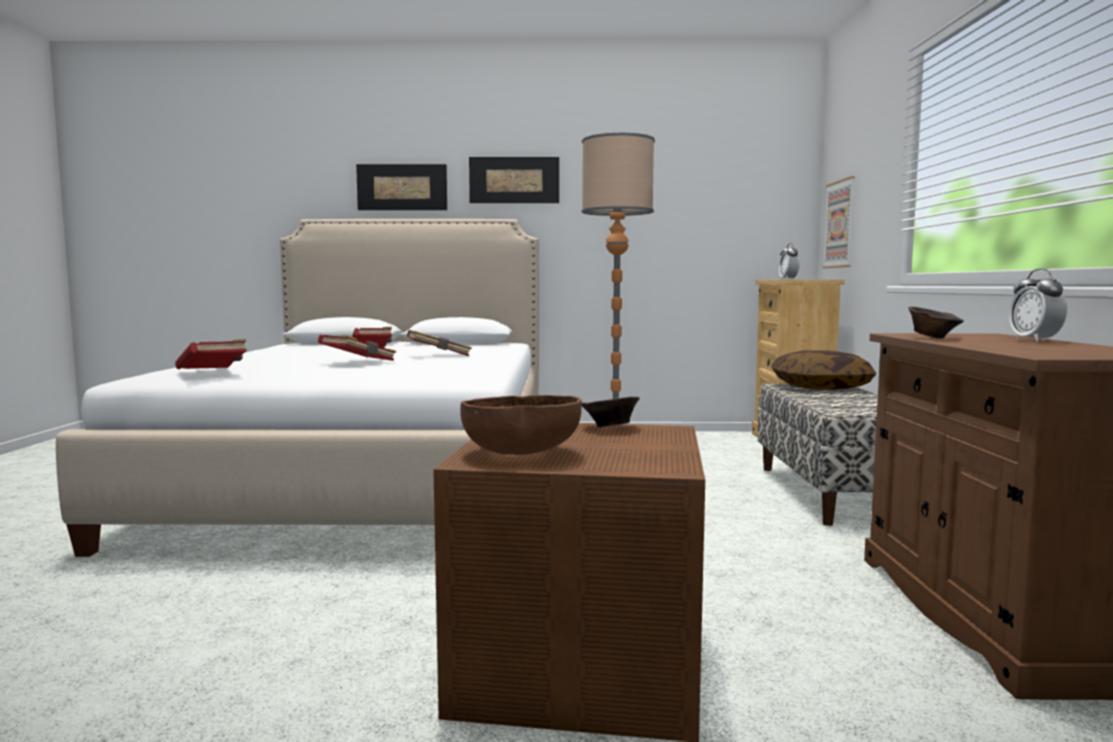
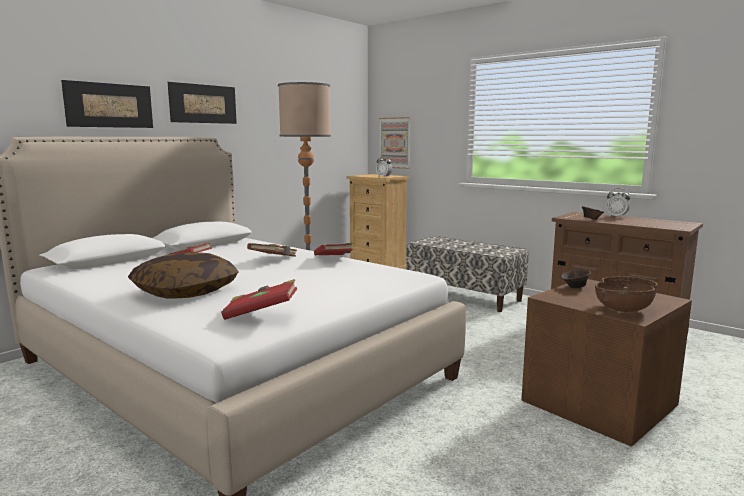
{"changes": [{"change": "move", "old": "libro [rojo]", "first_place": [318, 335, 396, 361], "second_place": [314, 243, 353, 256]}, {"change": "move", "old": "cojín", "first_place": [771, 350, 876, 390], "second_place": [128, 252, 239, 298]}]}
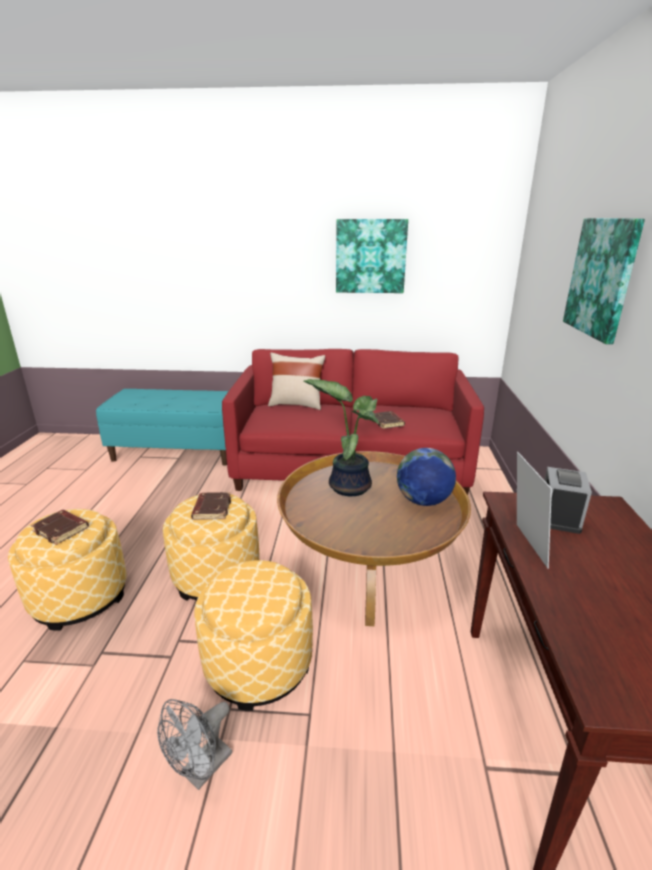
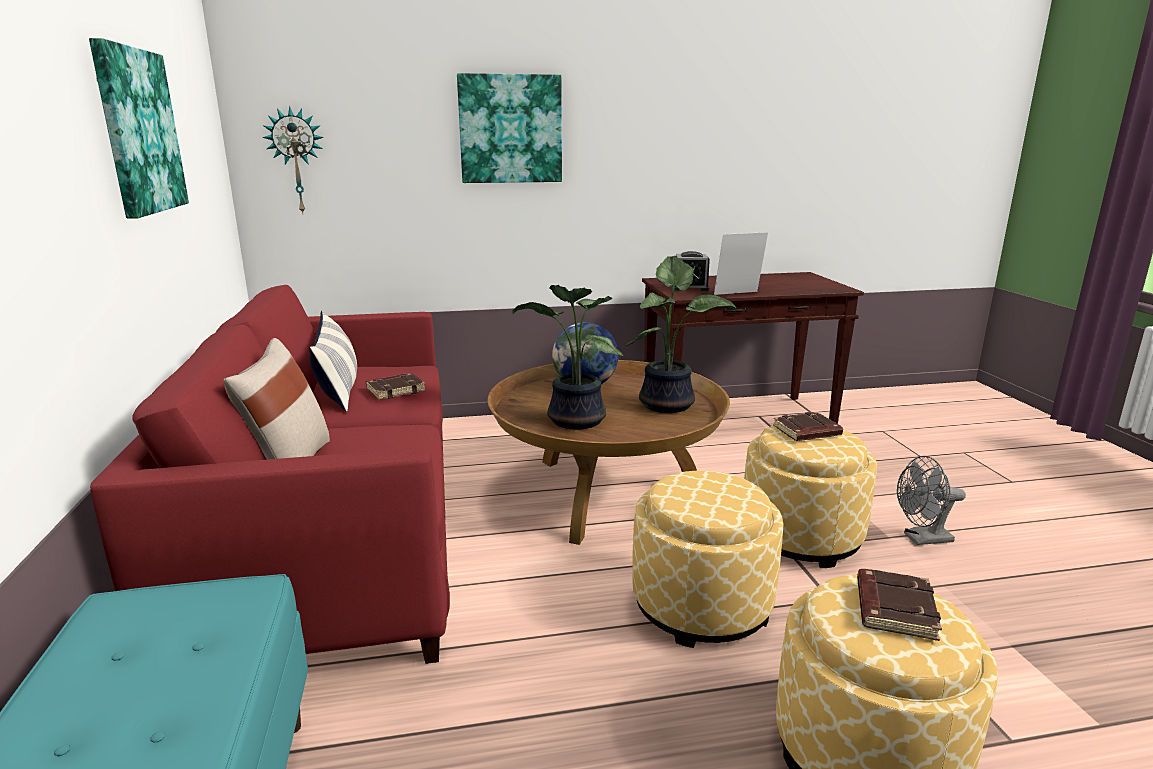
{"changes": [{"change": "move", "old": "libro [marrón]", "first_place": [191, 492, 231, 520], "second_place": [773, 412, 843, 441]}, {"change": "rotate", "old": "ventilador [gris]", "first_place": [157, 699, 232, 790], "second_place": [897, 456, 966, 545], "degrees": 150}, {"change": "insert", "new": "reloj de pared", "second_place": [262, 106, 324, 214]}, {"change": "insert", "new": "planta en maceta", "second_place": [626, 256, 737, 413]}, {"change": "insert", "new": "cojín", "second_place": [309, 311, 357, 412]}]}
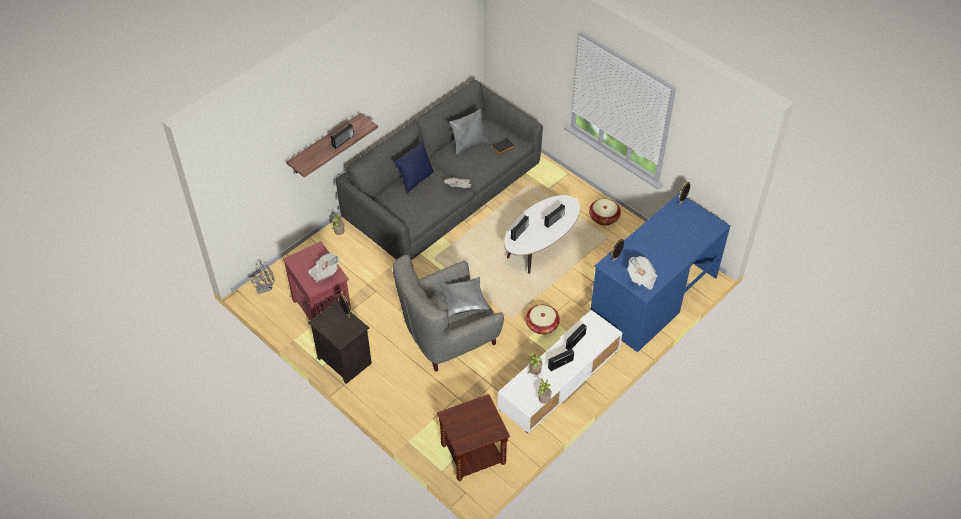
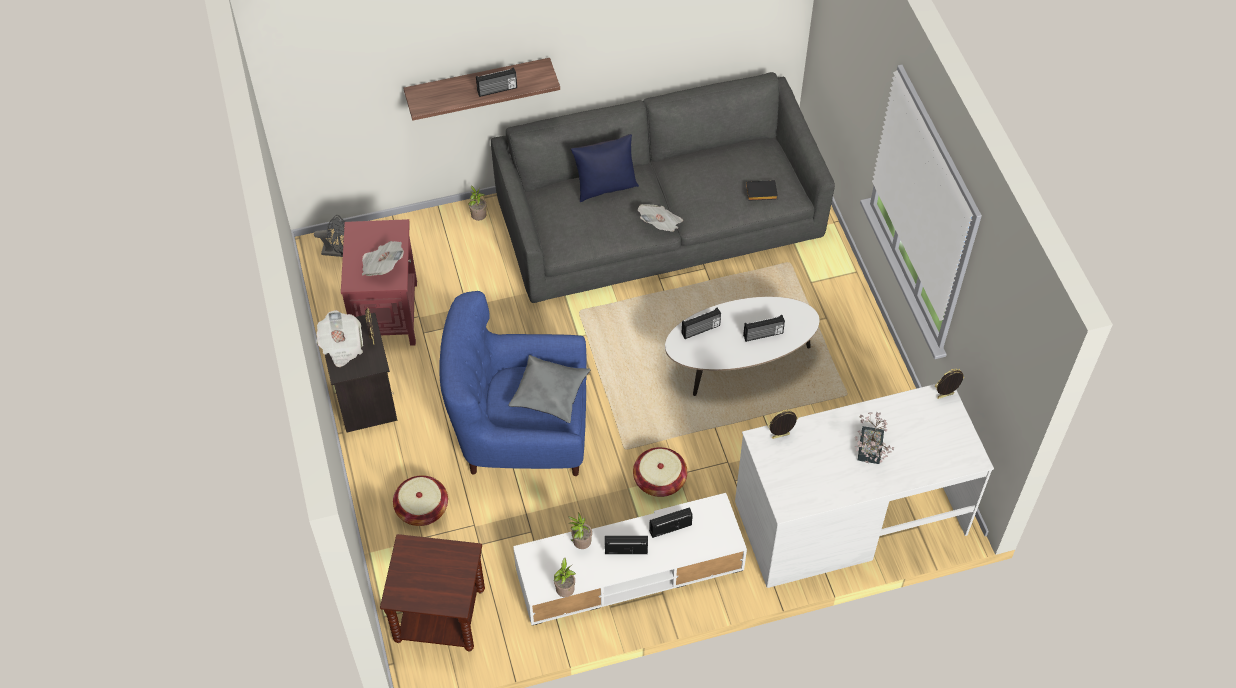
{"changes": [{"change": "delete", "old": "cojín [gris]", "first_place": [449, 109, 489, 155]}, {"change": "recolor", "old": "escritorio [azul]", "new": "escritorio [blanco]", "first_place": [590, 193, 731, 352], "second_place": [735, 384, 994, 588]}, {"change": "move", "old": "cesta", "first_place": [589, 199, 621, 226], "second_place": [393, 475, 448, 526]}, {"change": "recolor", "old": "sillón [gris]", "new": "sillón [azul]", "first_place": [393, 255, 504, 372], "second_place": [439, 291, 587, 476]}, {"change": "move", "old": "periódico", "first_place": [627, 256, 658, 290], "second_place": [316, 310, 363, 367]}, {"change": "insert", "new": "planta en maceta", "second_place": [855, 412, 894, 464]}]}
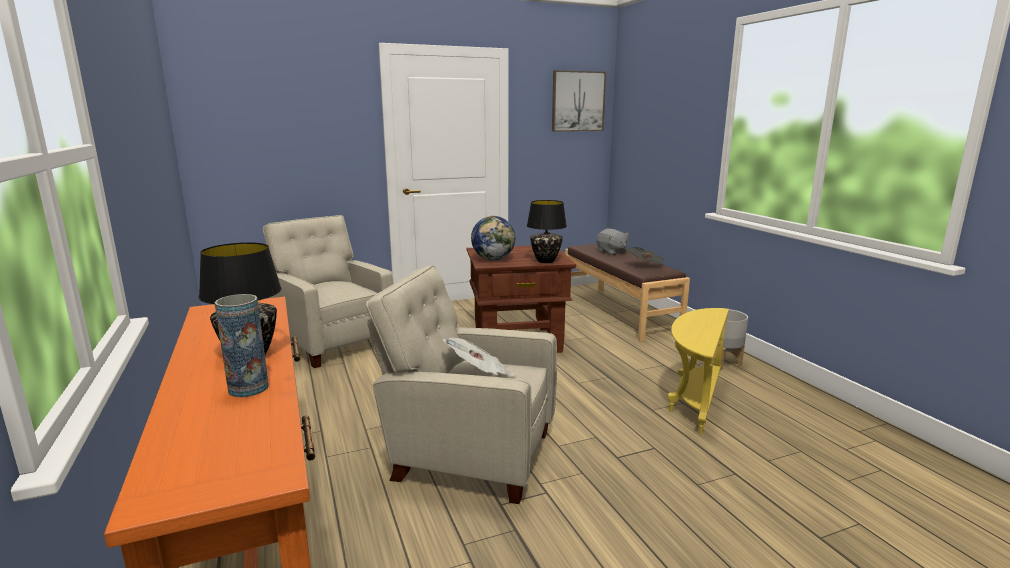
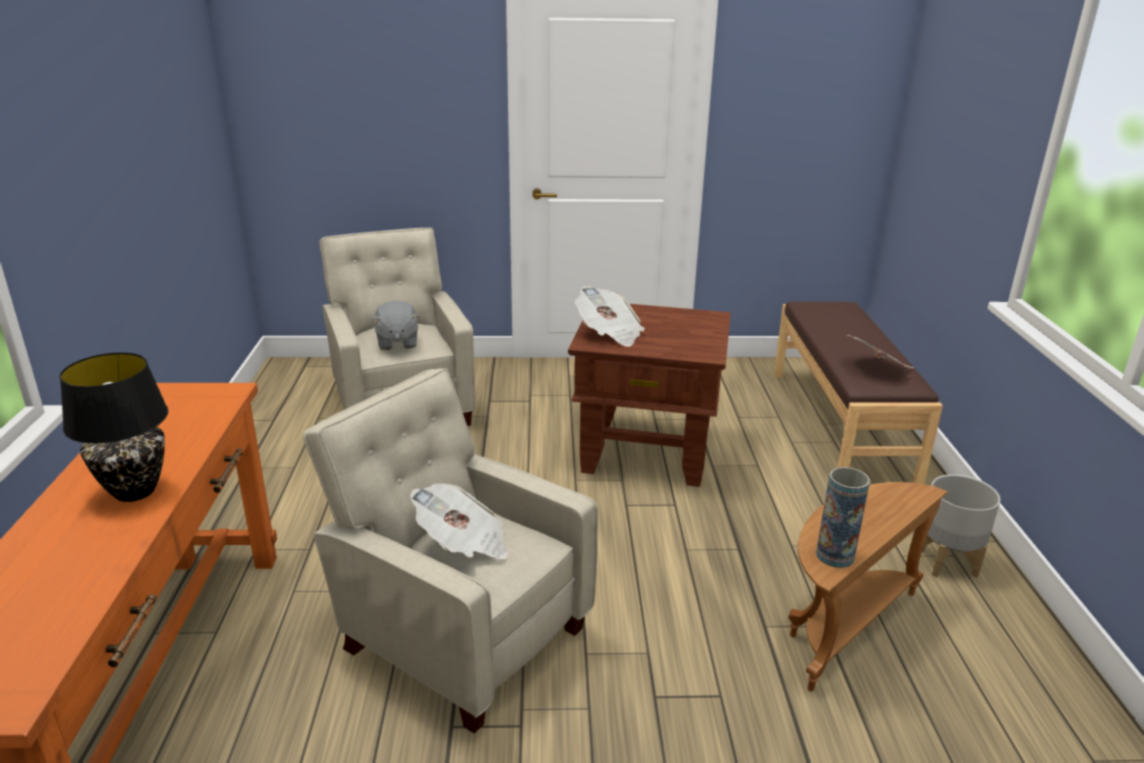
{"changes": [{"change": "delete", "old": "cuadro", "first_place": [552, 70, 606, 132]}, {"change": "delete", "old": "lámpara de mesa [negro]", "first_place": [527, 200, 567, 263]}, {"change": "replace", "old": "globo terráqueo", "new": "periódico", "first_place": [471, 216, 515, 260], "second_place": [575, 286, 645, 347]}, {"change": "move", "old": "peluche [gris]", "first_place": [596, 229, 629, 255], "second_place": [371, 300, 420, 350]}, {"change": "move", "old": "florero", "first_place": [215, 294, 269, 397], "second_place": [816, 467, 870, 568]}, {"change": "recolor", "old": "mesa auxiliar [amarillo]", "new": "mesa auxiliar [marrón]", "first_place": [667, 308, 729, 434], "second_place": [788, 482, 948, 691]}]}
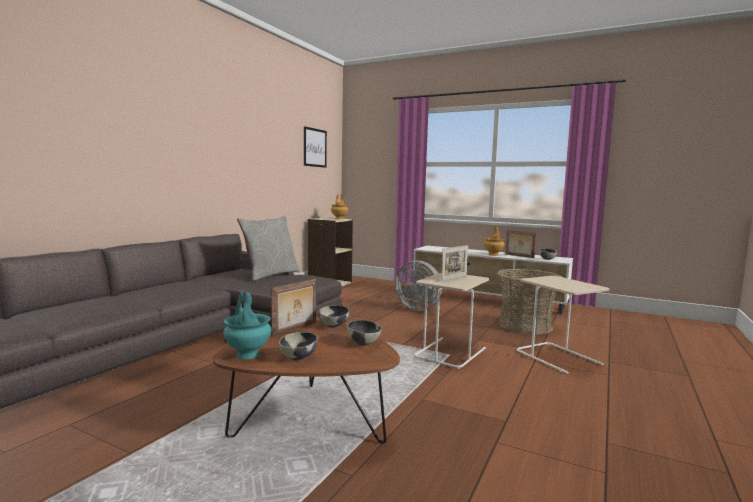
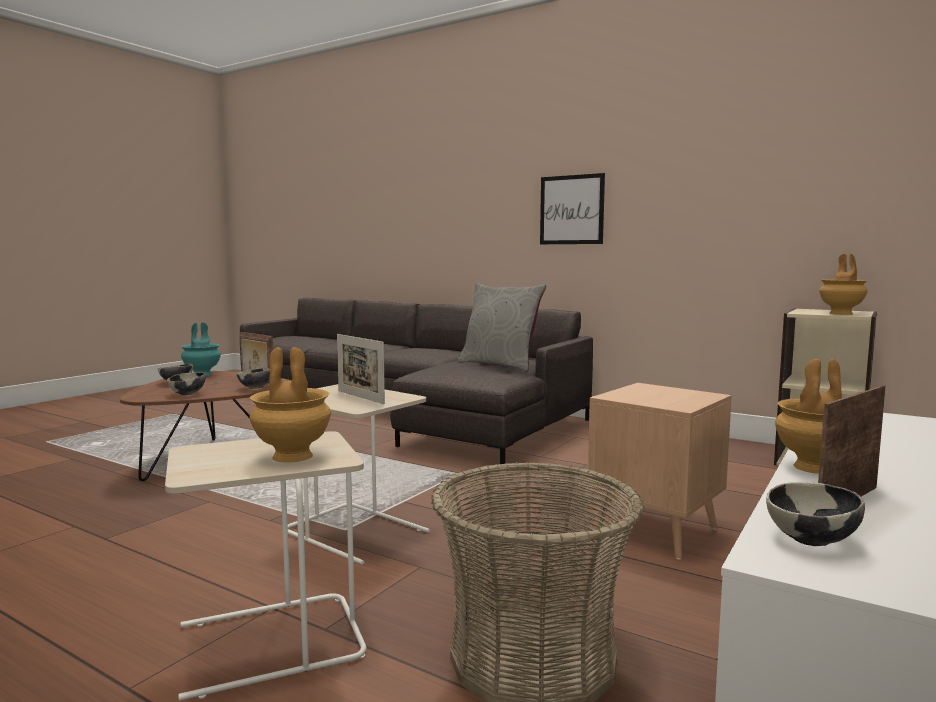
{"changes": [{"change": "move", "old": "cuadro", "first_place": [304, 126, 327, 168], "second_place": [540, 173, 605, 244]}, {"change": "replace", "old": "ventilador [gris]", "new": "mesa auxiliar [marrón]", "first_place": [395, 260, 442, 311], "second_place": [587, 383, 732, 560]}, {"change": "insert", "new": "florero [marrón]", "second_place": [250, 347, 331, 463]}]}
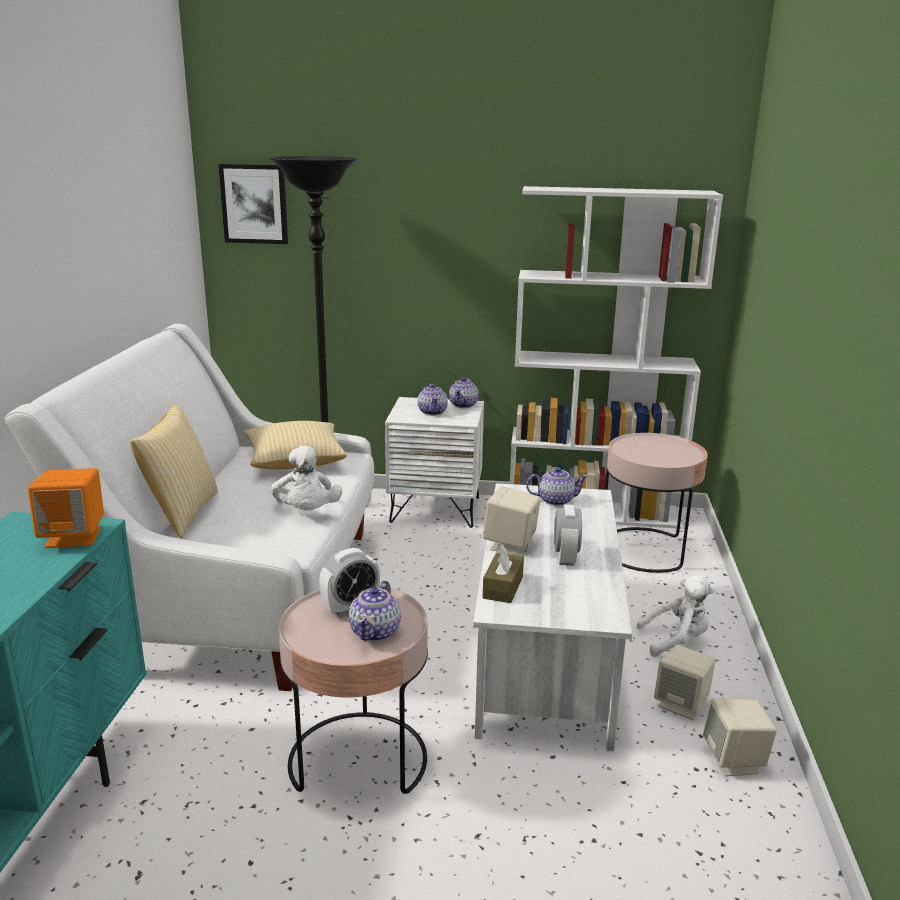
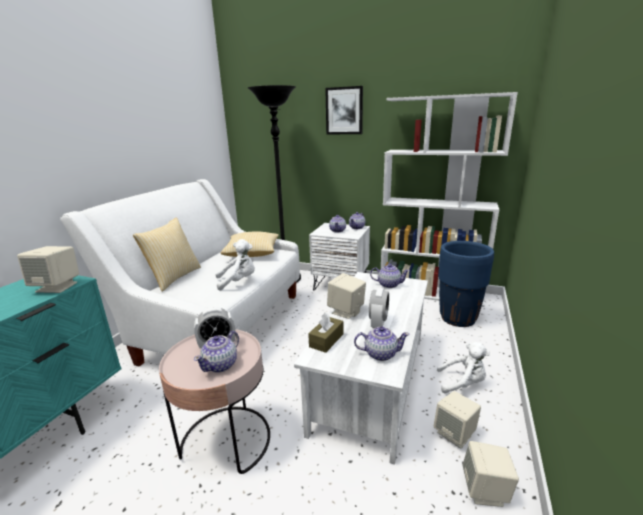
{"changes": [{"change": "move", "old": "cuadro", "first_place": [219, 164, 288, 244], "second_place": [325, 86, 363, 135]}, {"change": "replace", "old": "mesa auxiliar [rosa]", "new": "maceta [azul]", "first_place": [605, 433, 708, 573], "second_place": [438, 241, 494, 327]}, {"change": "rotate", "old": "peluche [blanco]", "first_place": [271, 446, 343, 510], "second_place": [215, 239, 255, 291], "degrees": -105}, {"change": "recolor", "old": "altavoz [naranja]", "new": "altavoz [beis]", "first_place": [28, 468, 104, 548], "second_place": [17, 246, 79, 293]}, {"change": "insert", "new": "tetera", "second_place": [354, 326, 410, 361]}]}
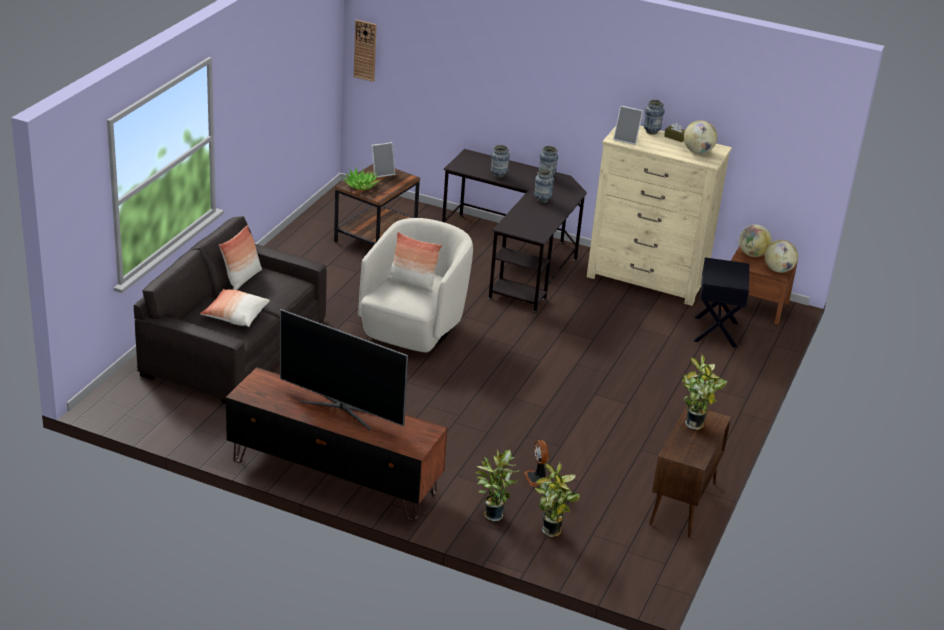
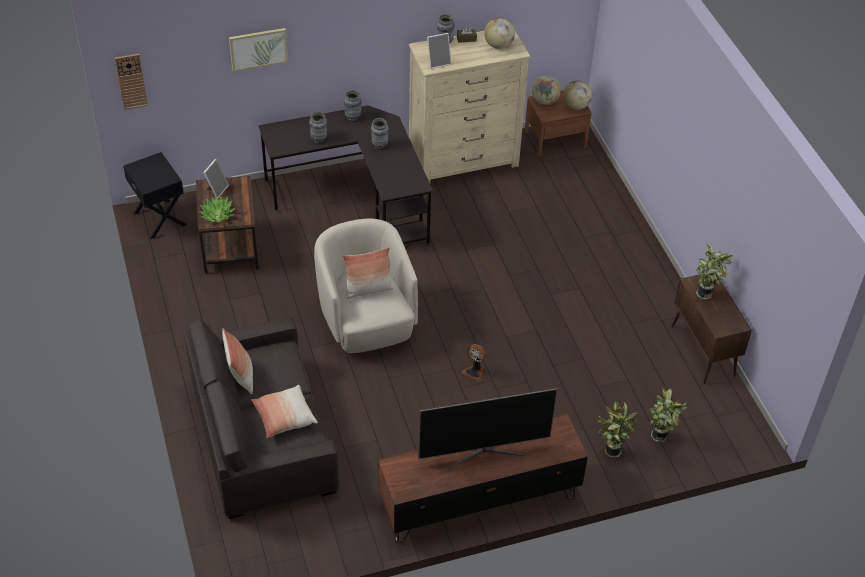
{"changes": [{"change": "move", "old": "mesa auxiliar [negro]", "first_place": [693, 257, 749, 348], "second_place": [123, 152, 187, 239]}, {"change": "move", "old": "ventilador", "first_place": [524, 440, 549, 487], "second_place": [462, 344, 487, 381]}, {"change": "insert", "new": "cuadro", "second_place": [229, 28, 288, 72]}]}
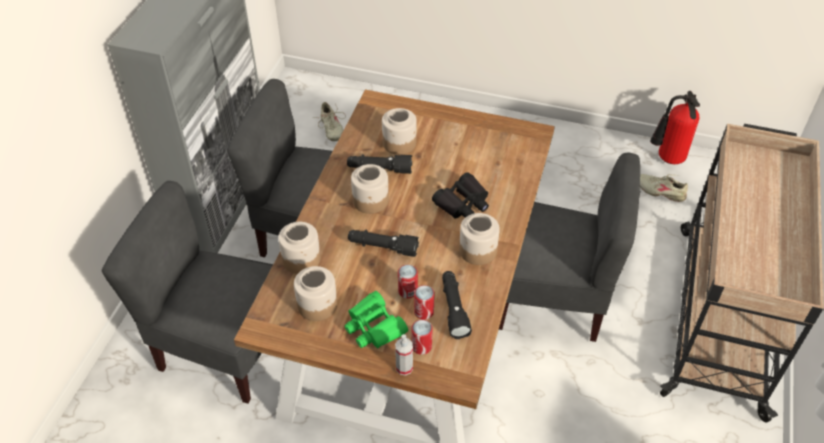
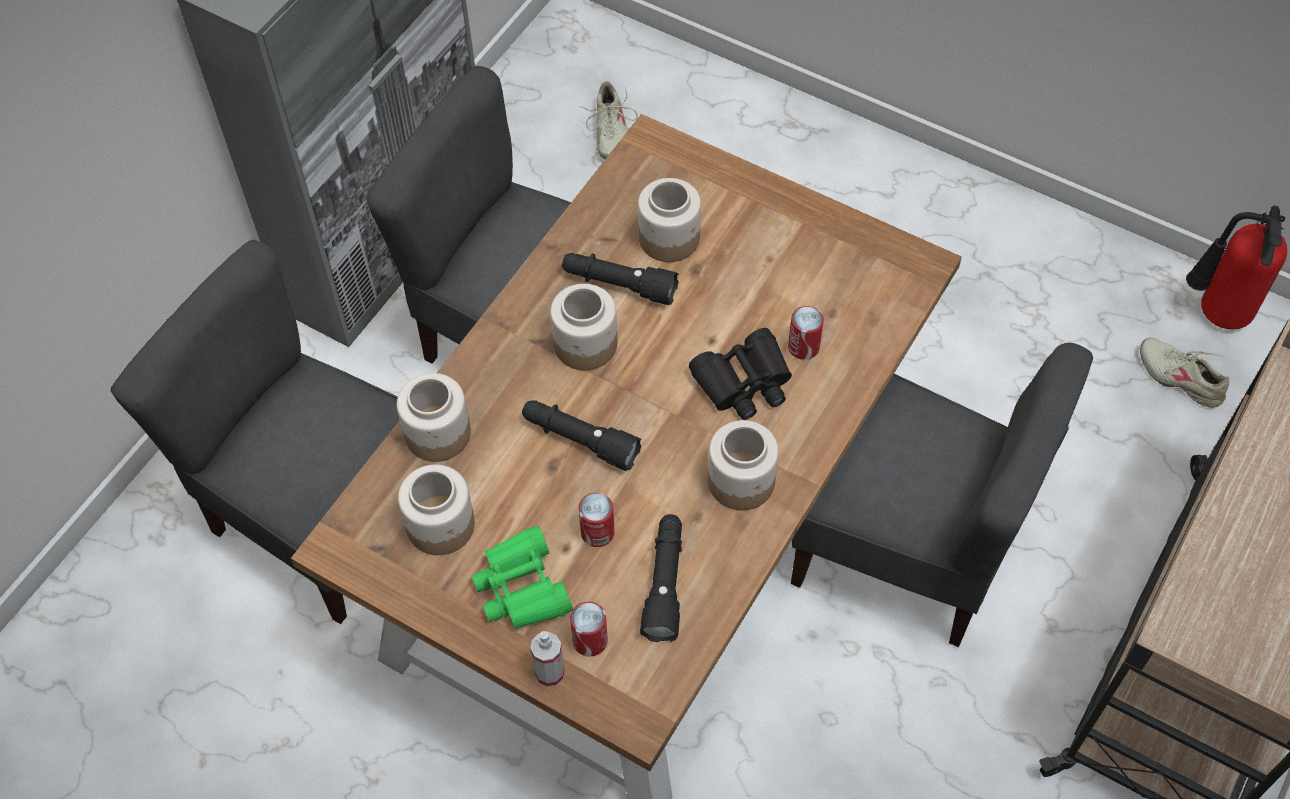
{"changes": [{"change": "move", "old": "lata", "first_place": [414, 285, 435, 319], "second_place": [788, 306, 824, 360]}]}
